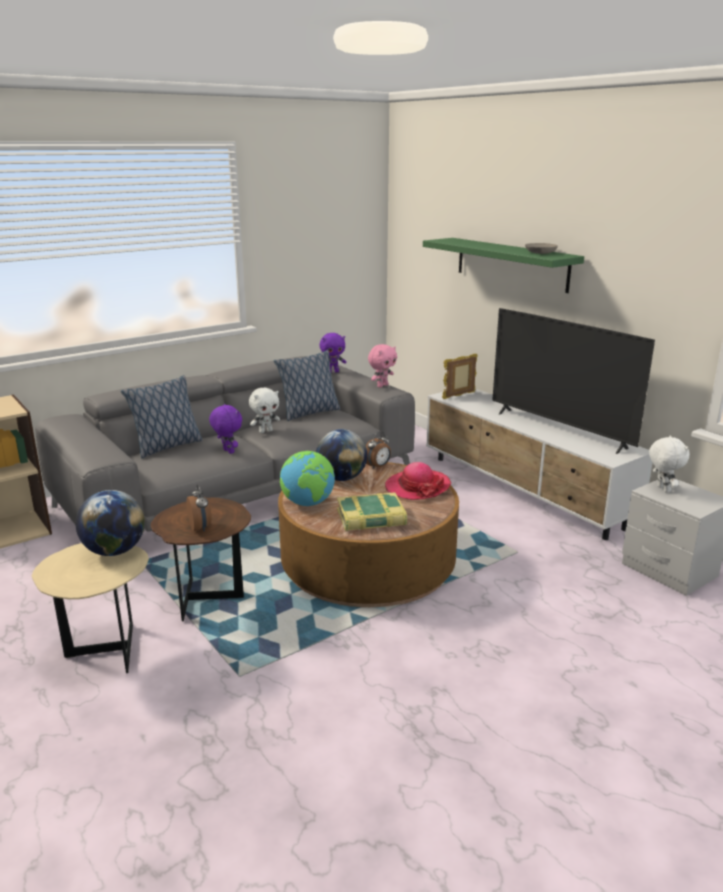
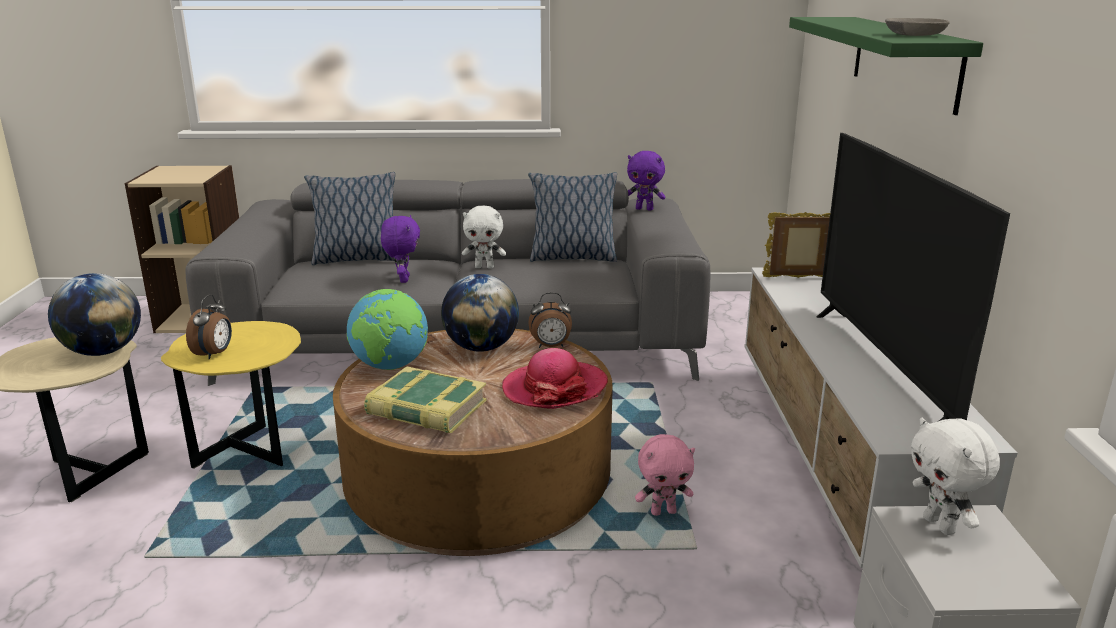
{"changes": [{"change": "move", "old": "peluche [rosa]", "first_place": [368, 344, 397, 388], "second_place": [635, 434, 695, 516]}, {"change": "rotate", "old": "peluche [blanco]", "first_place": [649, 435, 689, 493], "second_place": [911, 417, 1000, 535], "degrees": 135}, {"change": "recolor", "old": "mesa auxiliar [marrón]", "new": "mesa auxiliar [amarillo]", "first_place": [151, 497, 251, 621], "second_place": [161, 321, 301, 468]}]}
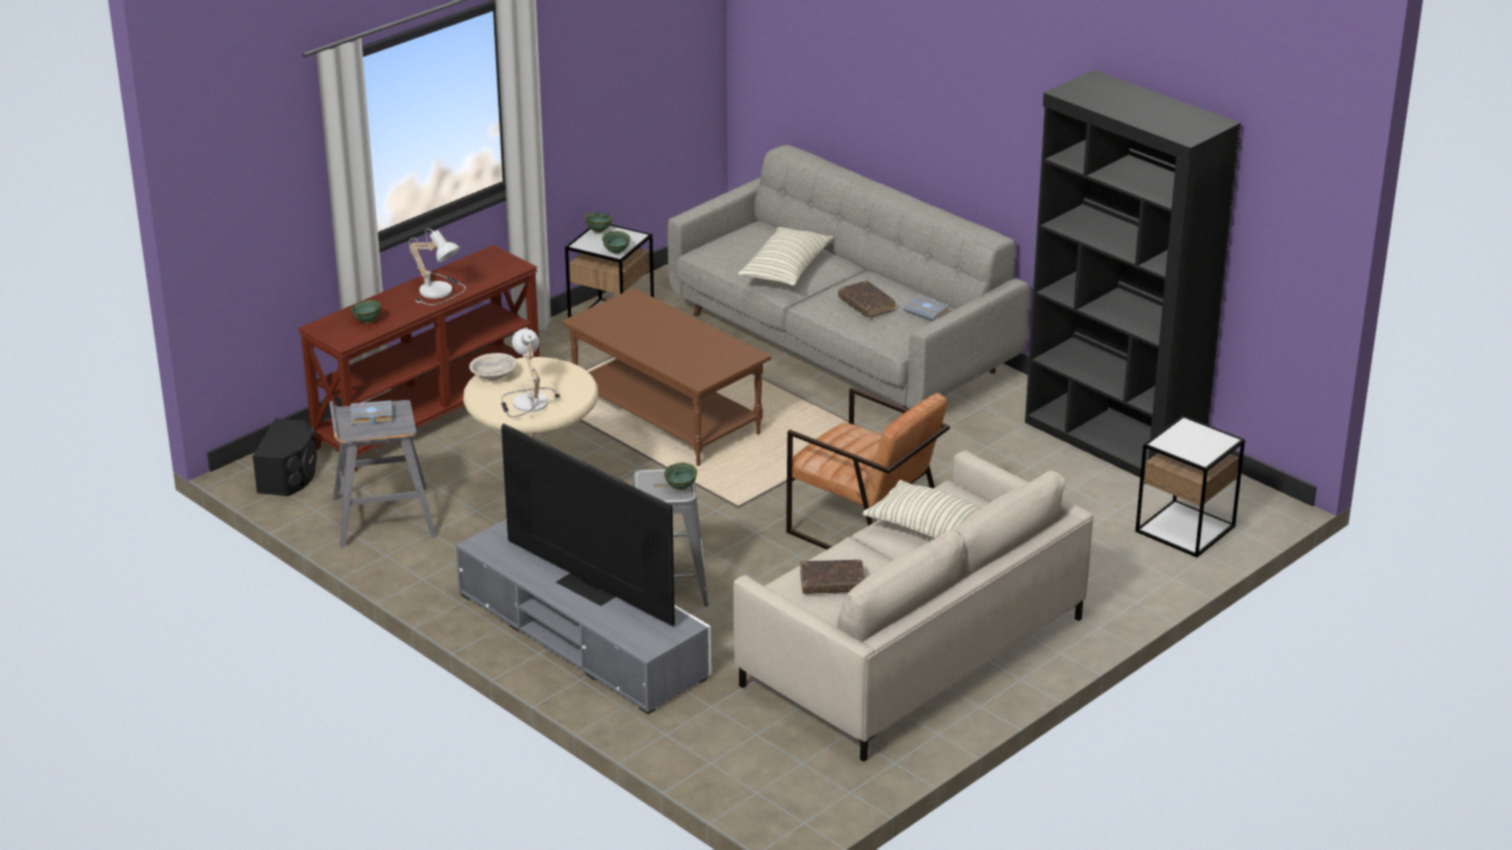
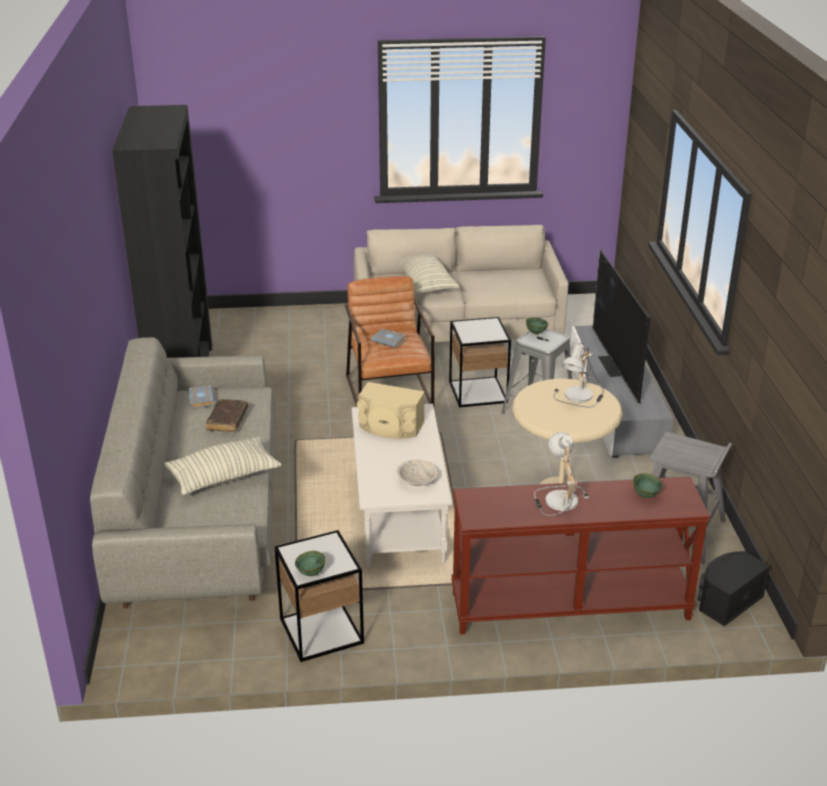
{"changes": [{"change": "delete", "old": "cuenco [verde]", "first_place": [602, 231, 631, 254]}, {"change": "recolor", "old": "mesa de centro [marrón]", "new": "mesa de centro [blanco]", "first_place": [562, 288, 771, 466], "second_place": [352, 404, 452, 567]}, {"change": "move", "old": "cuenco [beis]", "first_place": [469, 353, 516, 381], "second_place": [397, 460, 438, 486]}, {"change": "move", "old": "libro [gris]", "first_place": [351, 400, 393, 425], "second_place": [371, 328, 406, 348]}, {"change": "move", "old": "mesa auxiliar", "first_place": [1135, 415, 1245, 558], "second_place": [449, 317, 511, 407]}, {"change": "delete", "old": "libro [marrón]", "first_place": [800, 560, 865, 594]}, {"change": "insert", "new": "altavoz [beis]", "second_place": [357, 382, 425, 439]}]}
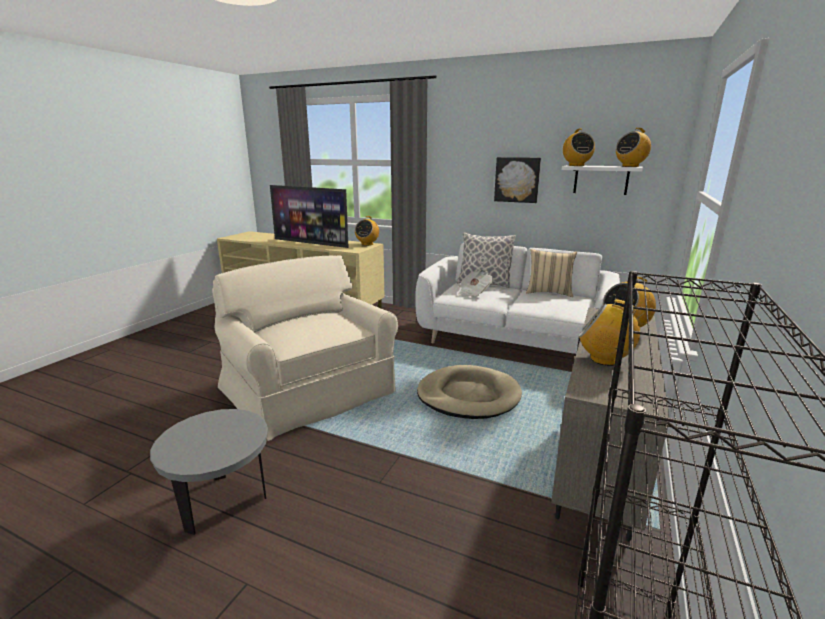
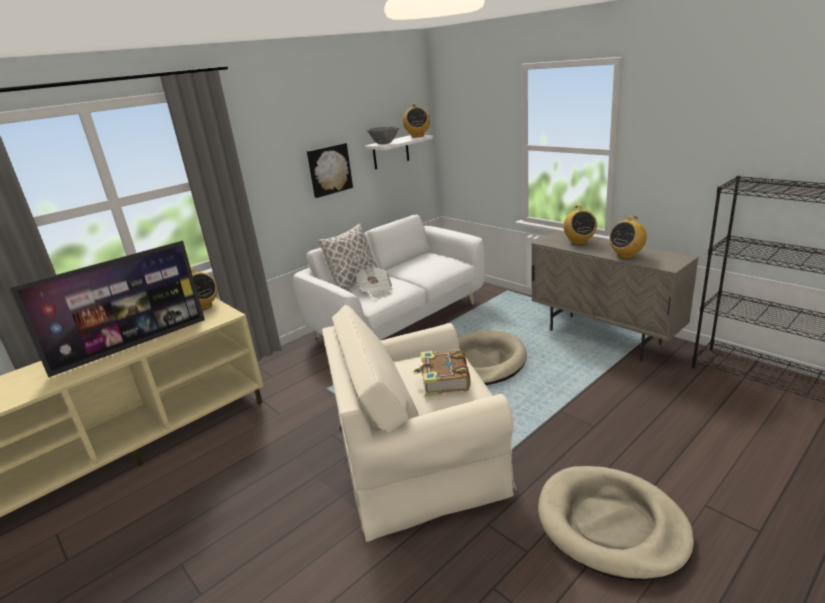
{"changes": [{"change": "replace", "old": "radio", "new": "cuenco [gris]", "first_place": [563, 129, 595, 166], "second_place": [367, 126, 399, 144]}, {"change": "delete", "old": "cojín [beis]", "first_place": [526, 249, 577, 297]}, {"change": "replace", "old": "mesa auxiliar [gris]", "new": "cama para perro [beis]", "first_place": [150, 409, 268, 535], "second_place": [538, 466, 694, 581]}, {"change": "insert", "new": "libro", "second_place": [413, 349, 471, 397]}]}
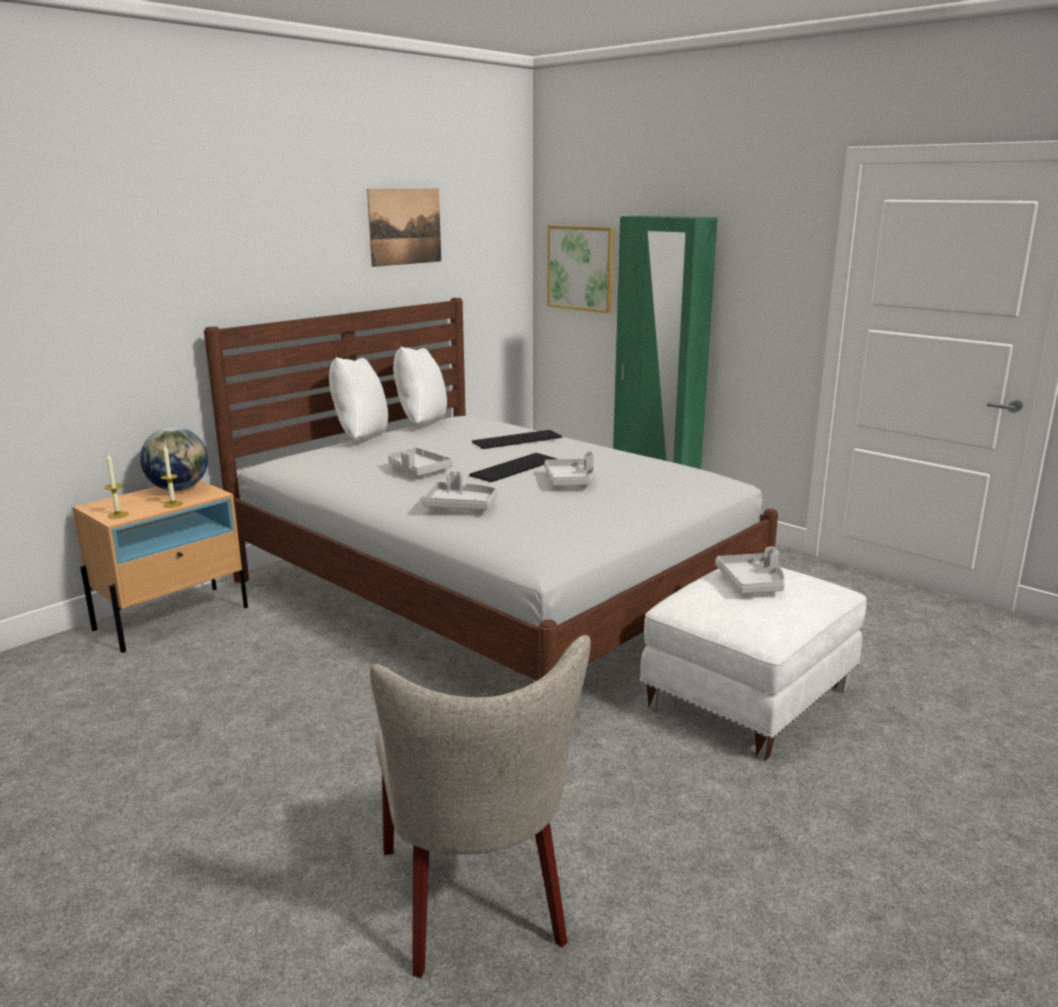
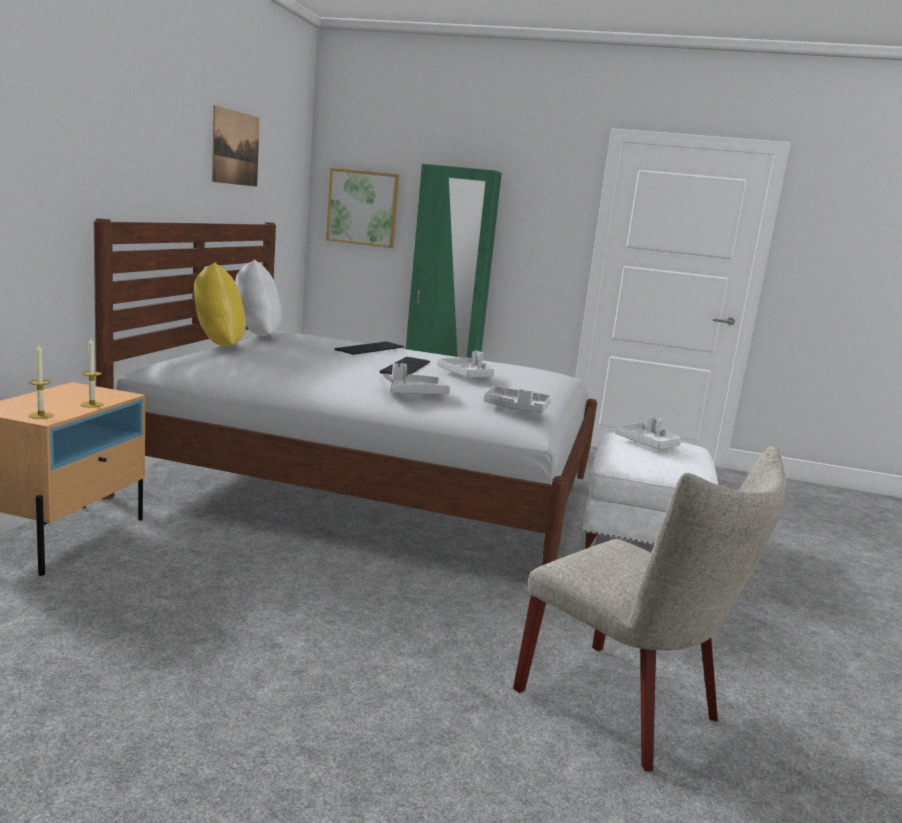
{"changes": [{"change": "recolor", "old": "cojín [blanco]", "new": "cojín [amarillo]", "first_place": [329, 357, 388, 439], "second_place": [194, 262, 246, 346]}, {"change": "delete", "old": "globo terráqueo", "first_place": [140, 427, 208, 491]}, {"change": "move", "old": "bandeja [gris]", "first_place": [388, 447, 453, 476], "second_place": [483, 386, 552, 413]}]}
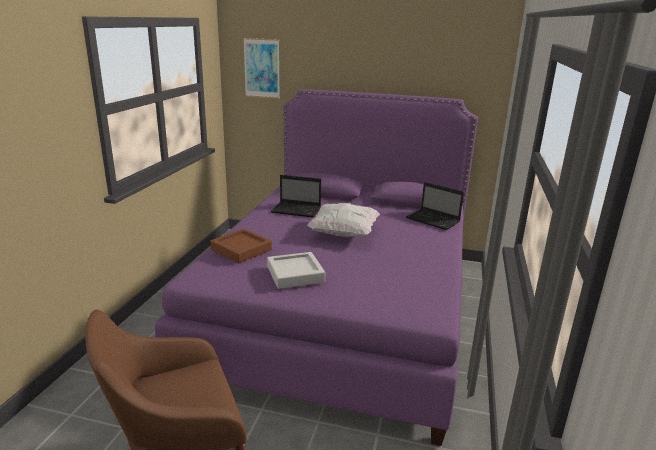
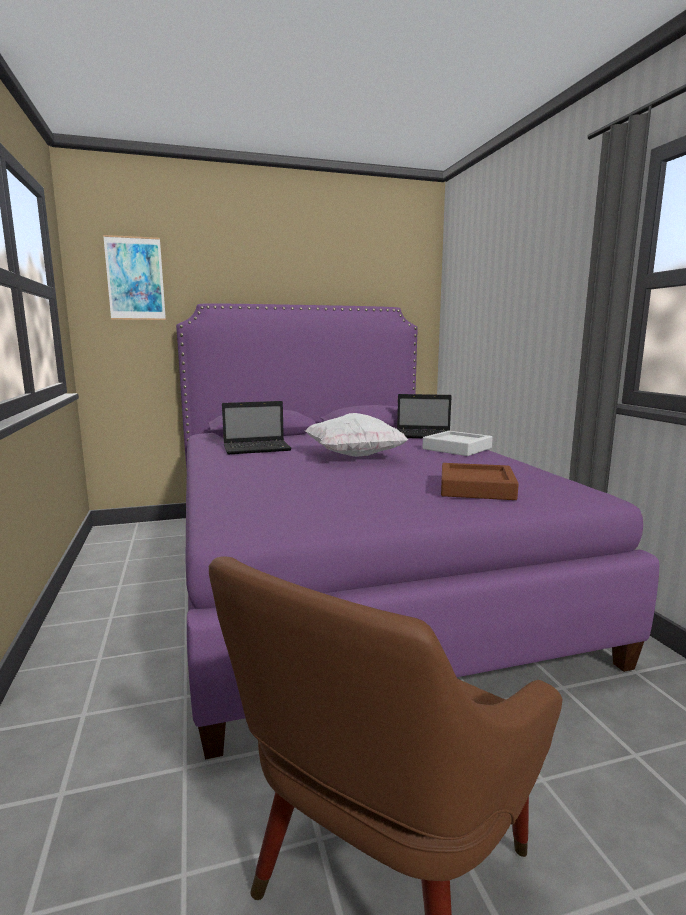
{"changes": [{"change": "move", "old": "bandeja [marrón]", "first_place": [210, 229, 272, 263], "second_place": [441, 463, 519, 500]}, {"change": "move", "old": "bandeja [gris]", "first_place": [267, 252, 325, 289], "second_place": [423, 431, 492, 456]}]}
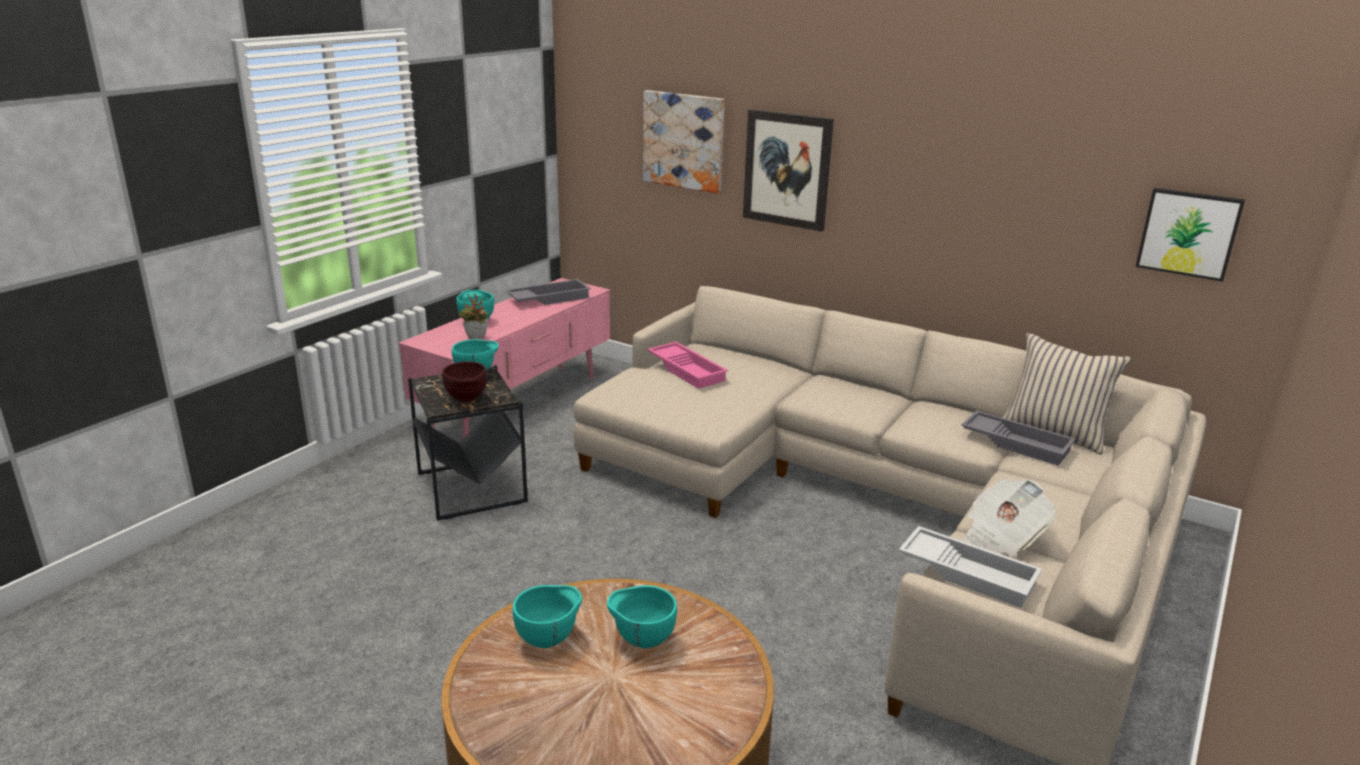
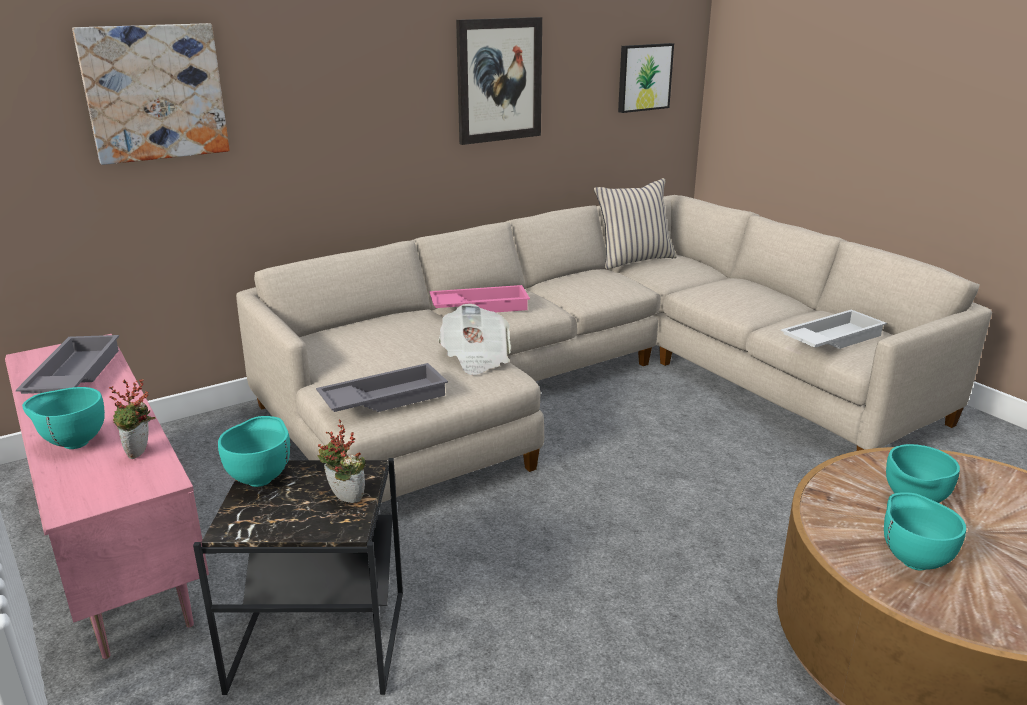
{"changes": [{"change": "move", "old": "cuadro", "first_place": [743, 109, 834, 232], "second_place": [456, 17, 542, 145]}, {"change": "move", "old": "bandeja [rosa]", "first_place": [647, 342, 728, 389], "second_place": [430, 285, 530, 313]}, {"change": "replace", "old": "cuenco [marrón]", "new": "planta en maceta", "first_place": [442, 361, 487, 402], "second_place": [318, 419, 365, 503]}, {"change": "move", "old": "bandeja [gris]", "first_place": [961, 410, 1075, 466], "second_place": [316, 363, 448, 412]}, {"change": "move", "old": "periódico", "first_place": [963, 480, 1056, 556], "second_place": [438, 304, 511, 375]}]}
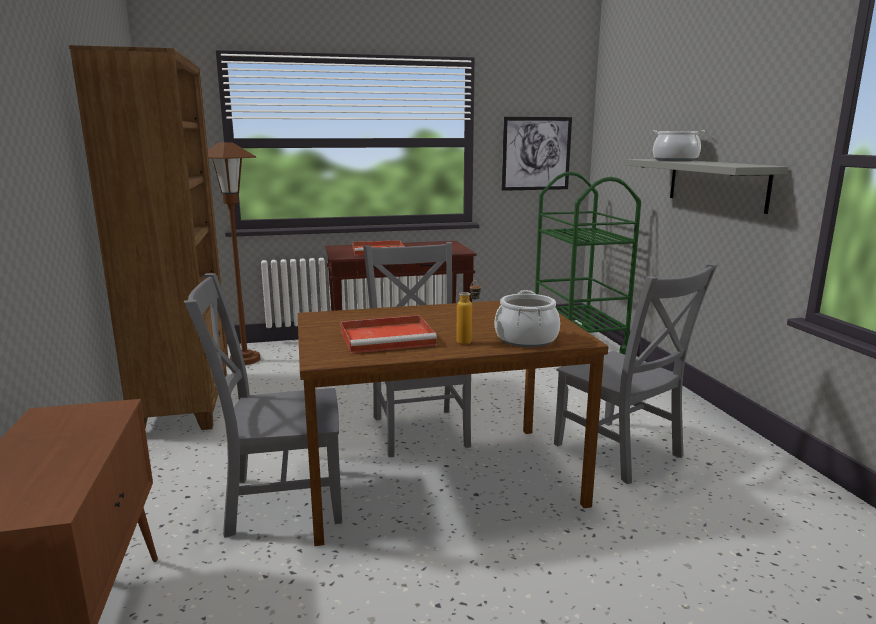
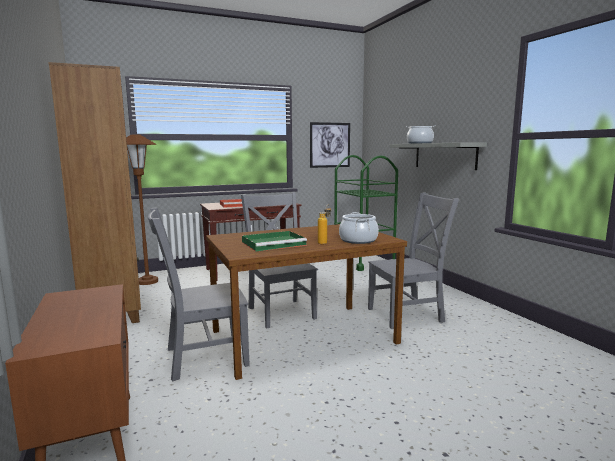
{"changes": [{"change": "rotate", "old": "silla [gris]", "first_place": [554, 263, 718, 484], "second_place": [368, 193, 459, 329], "degrees": -60}, {"change": "recolor", "old": "bandeja [rojo]", "new": "bandeja [verde]", "first_place": [341, 315, 437, 354], "second_place": [242, 231, 307, 251]}]}
